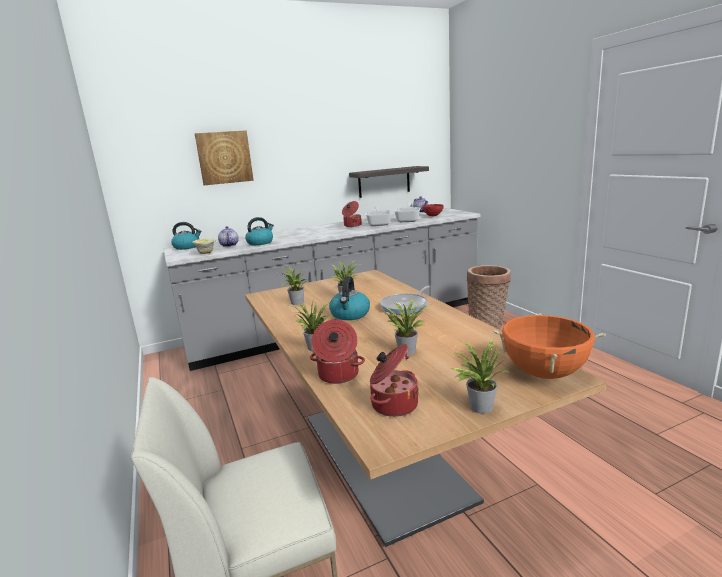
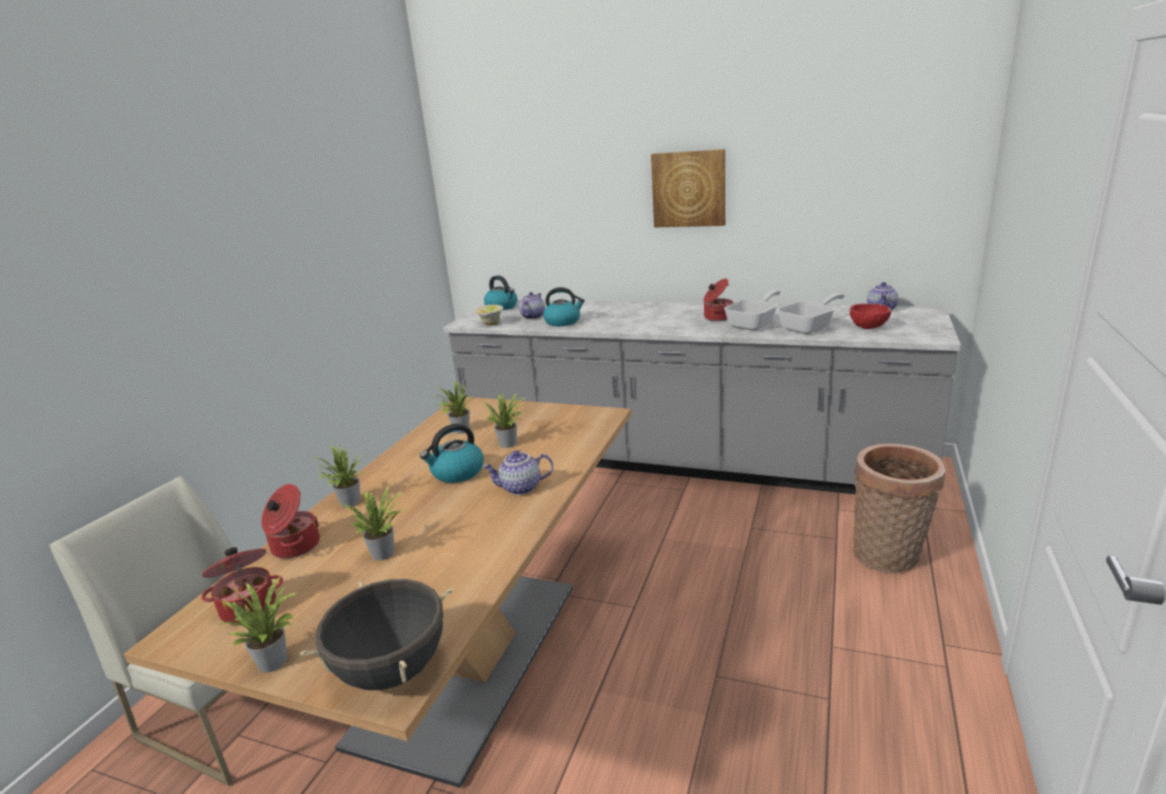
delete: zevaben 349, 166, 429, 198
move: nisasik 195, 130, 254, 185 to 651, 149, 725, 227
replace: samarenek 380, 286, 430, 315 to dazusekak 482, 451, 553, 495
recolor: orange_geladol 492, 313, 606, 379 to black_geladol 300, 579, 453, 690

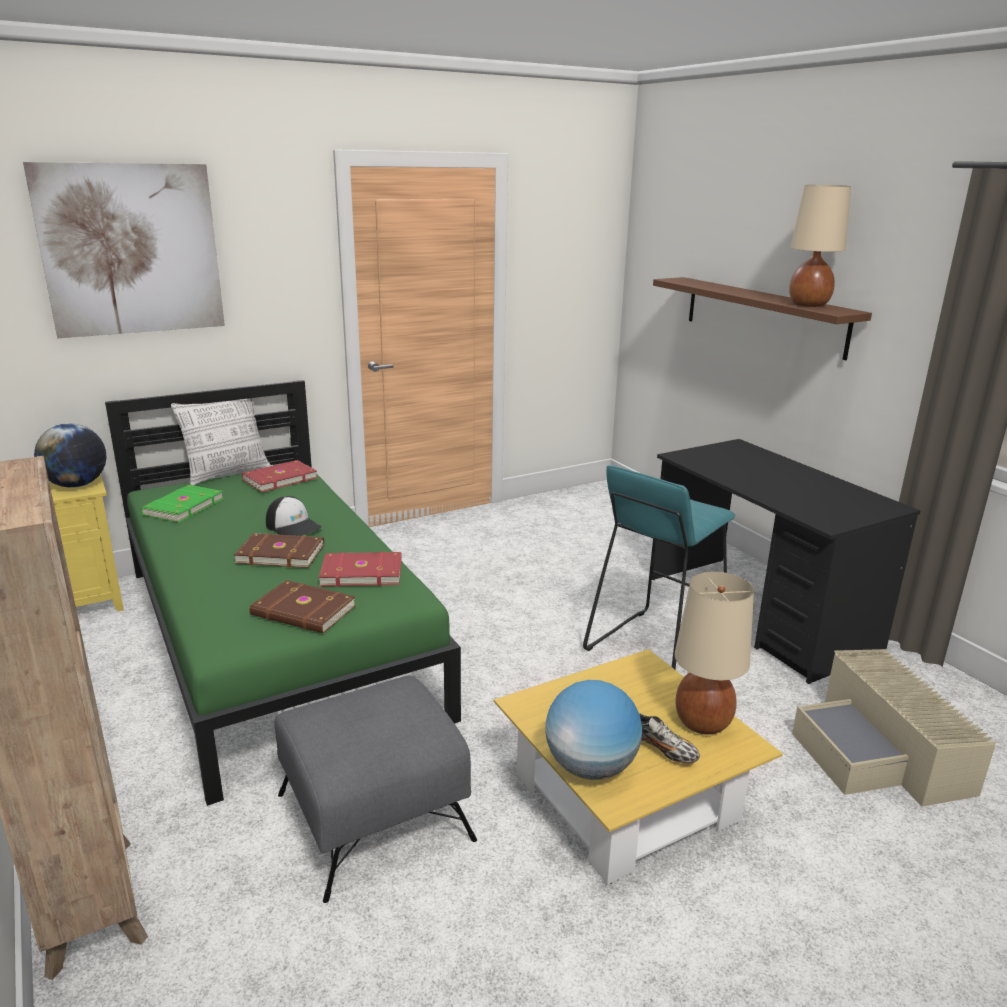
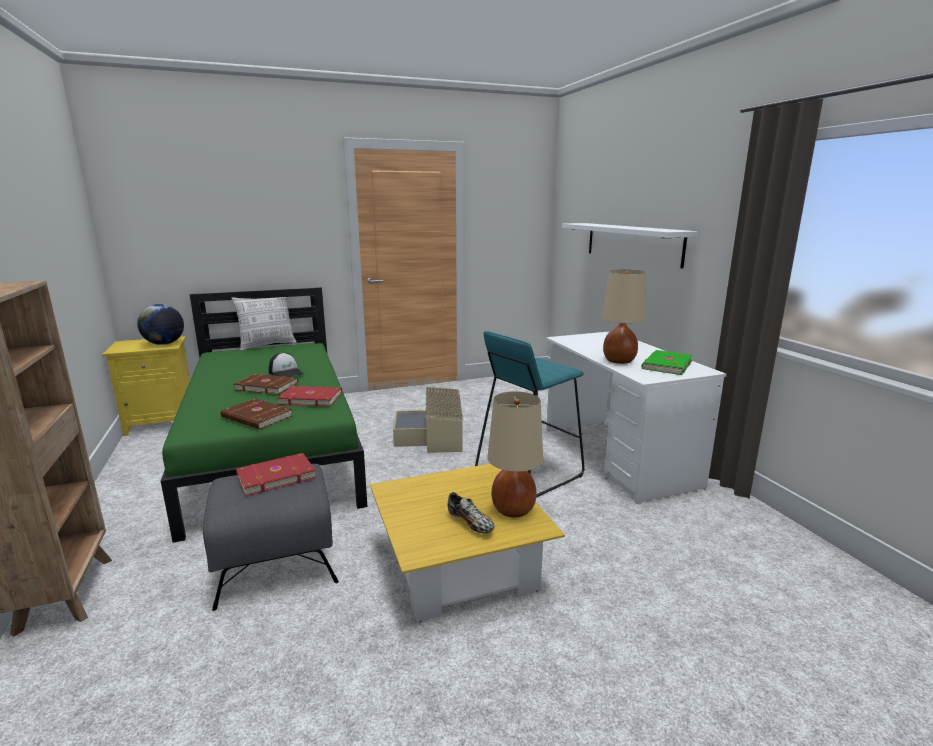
delete: nisasik 23, 162, 225, 338; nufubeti 546, 680, 642, 780
move: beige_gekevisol 789, 185, 851, 307 to 602, 270, 646, 364; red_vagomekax 242, 460, 318, 492 to 236, 453, 316, 496; green_vagomekax 140, 485, 224, 523 to 642, 350, 692, 375; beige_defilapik 792, 649, 998, 807 to 393, 387, 463, 453
recolor: brown_zevaben 653, 277, 872, 360 to white_zevaben 562, 223, 698, 269; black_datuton 652, 439, 921, 684 to white_datuton 546, 331, 727, 504

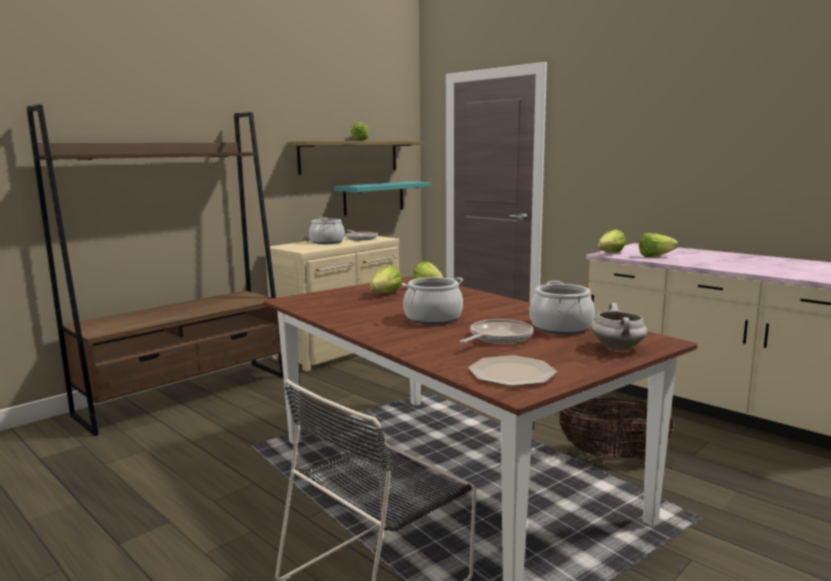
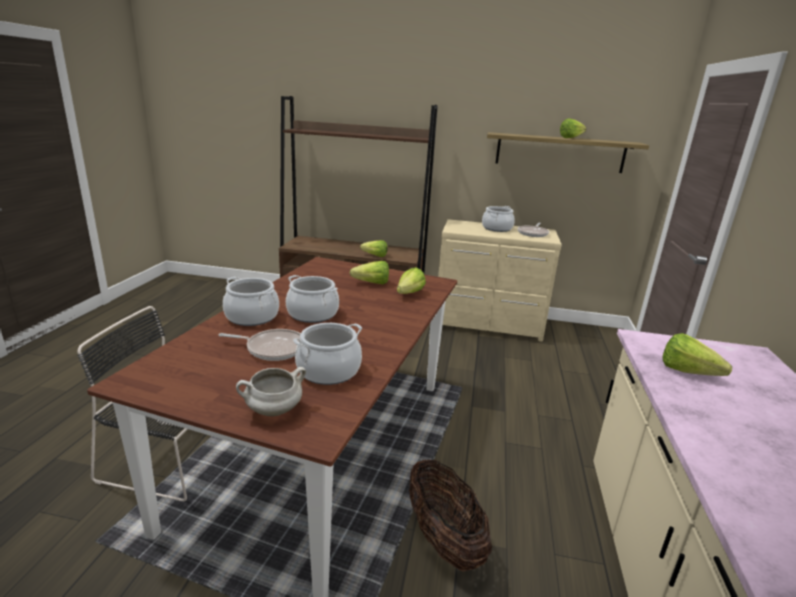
delete: turquoise_zevaben 334, 181, 431, 216; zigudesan 468, 355, 557, 386
insert: geladol 223, 277, 279, 326
move: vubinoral 598, 229, 626, 253 to 360, 240, 387, 257

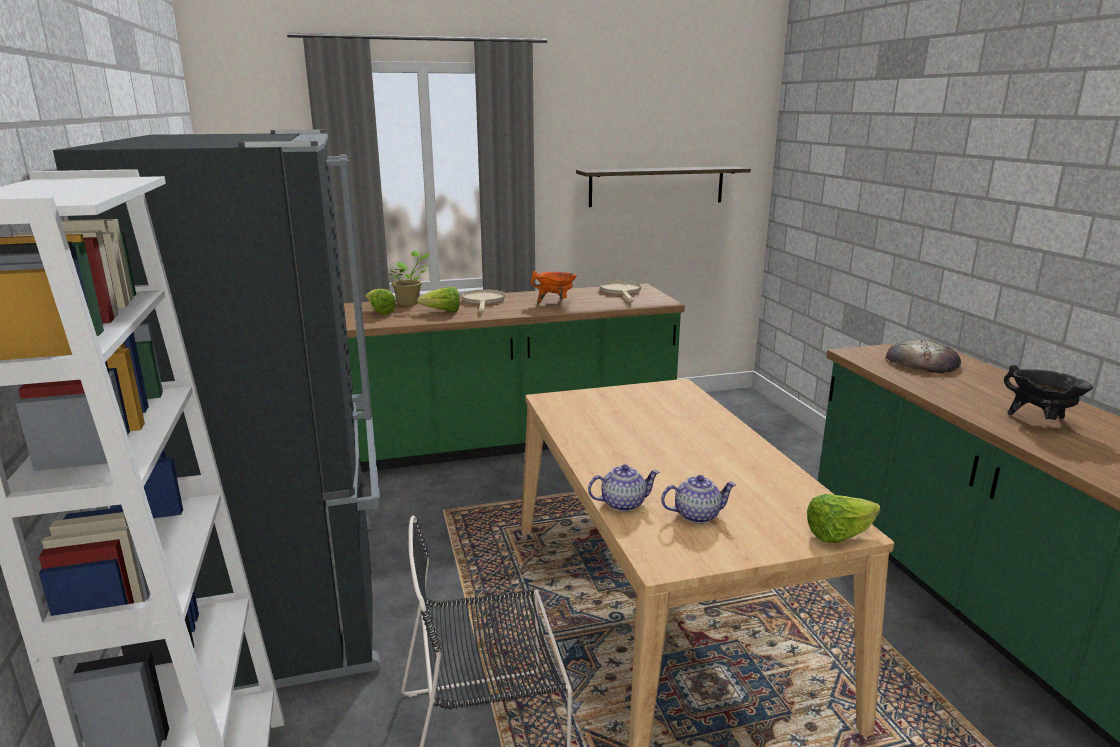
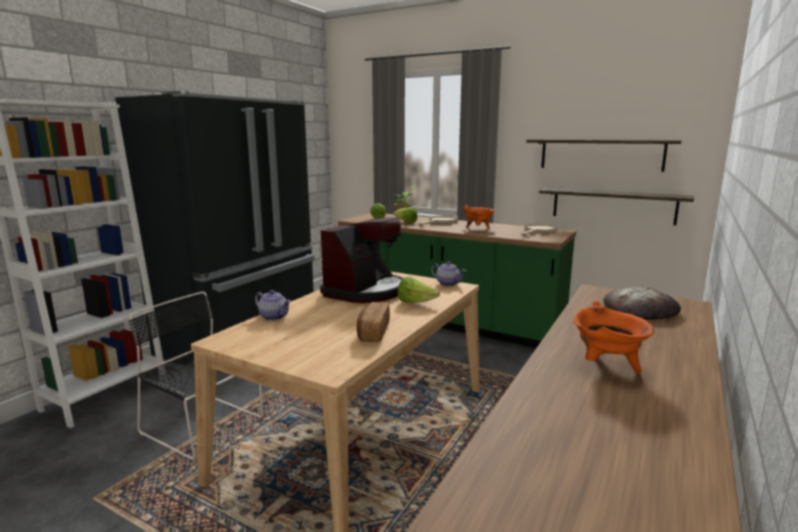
insert: zevaben 539, 188, 694, 225; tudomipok 320, 218, 403, 303; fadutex 356, 302, 390, 342
move: dazusekak 661, 475, 737, 524 to 431, 261, 466, 286; vubinoral 807, 494, 881, 543 to 398, 277, 440, 303
recolor: black_geladol 1004, 365, 1093, 420 to orange_geladol 574, 301, 655, 373

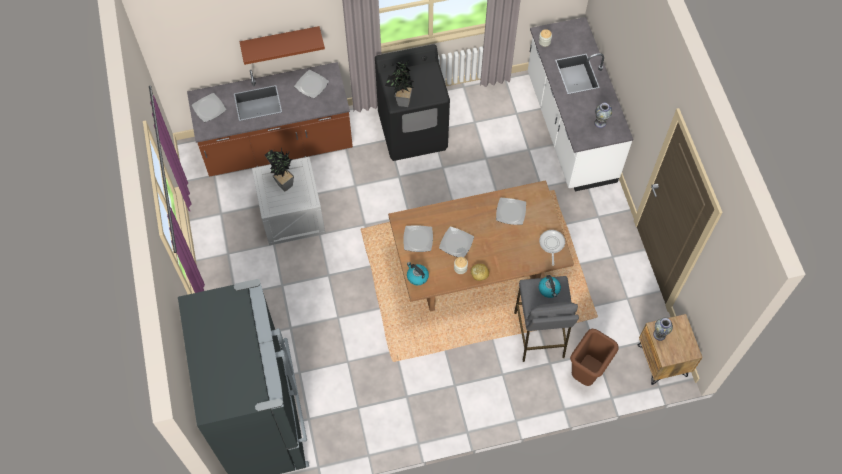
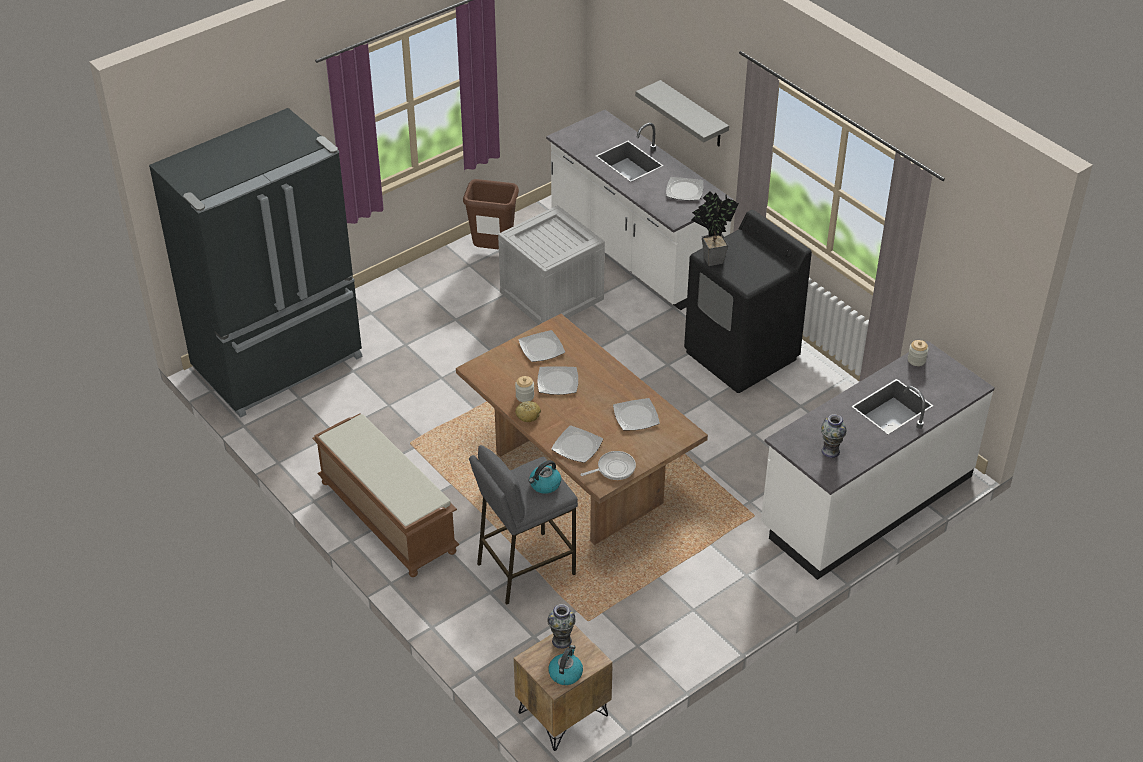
delete: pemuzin 265, 148, 294, 192
insert: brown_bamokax 312, 413, 459, 577
move: zigudesan 192, 93, 226, 122 to 551, 425, 603, 463; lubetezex 407, 262, 429, 285 to 548, 645, 583, 685; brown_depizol 570, 329, 619, 386 to 463, 179, 519, 250
recolor: brown_zevaben 239, 26, 325, 65 to grey_zevaben 635, 80, 729, 146; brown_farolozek 187, 62, 353, 177 to white_farolozek 546, 110, 734, 310

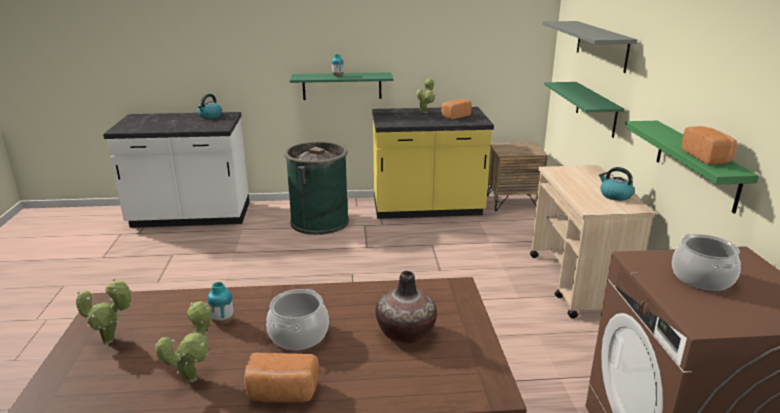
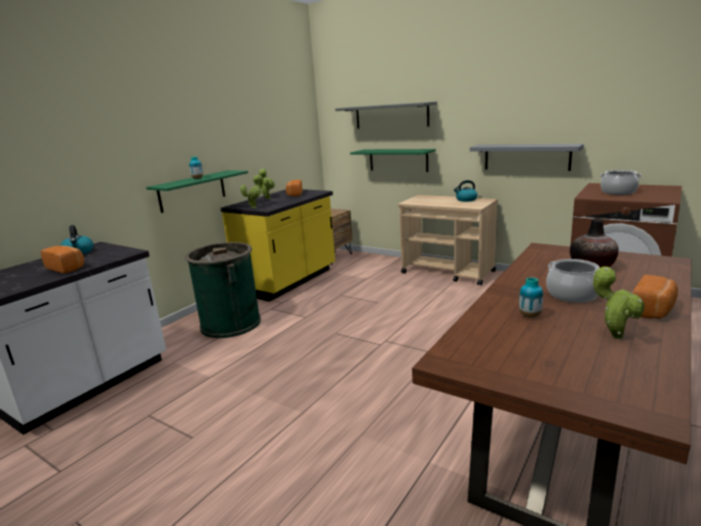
move: fadutex 681, 126, 738, 165 to 41, 246, 84, 273; pemuzin 76, 279, 132, 345 to 240, 175, 263, 208
recolor: green_zevaben 625, 121, 759, 214 to grey_zevaben 470, 144, 584, 171

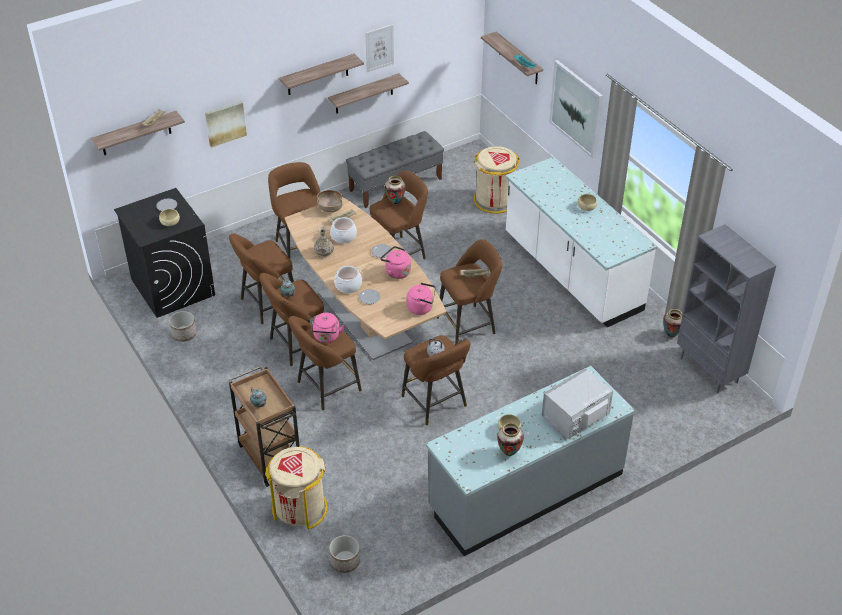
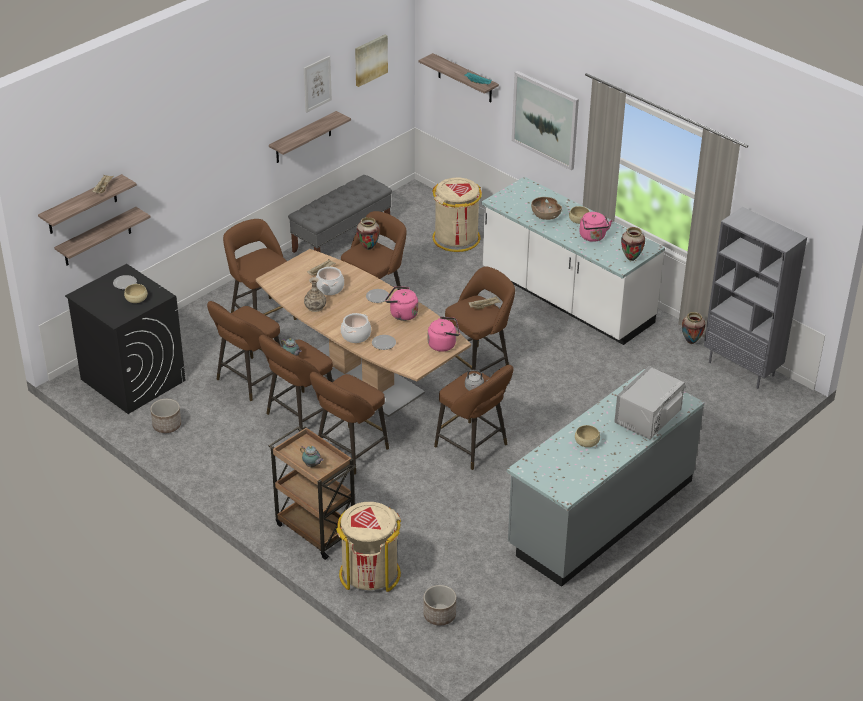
move: zevaben 279, 54, 364, 95 to 54, 207, 151, 266; nisasik 205, 101, 247, 148 to 355, 34, 388, 87; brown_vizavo 317, 190, 343, 212 to 531, 197, 562, 220; pink_lubetezex 311, 313, 345, 343 to 580, 212, 612, 242; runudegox 497, 423, 524, 456 to 621, 227, 645, 261

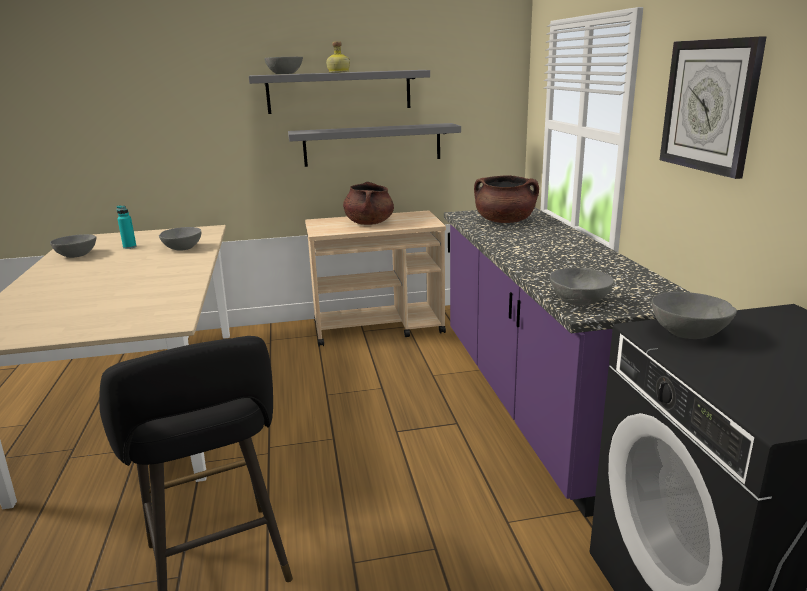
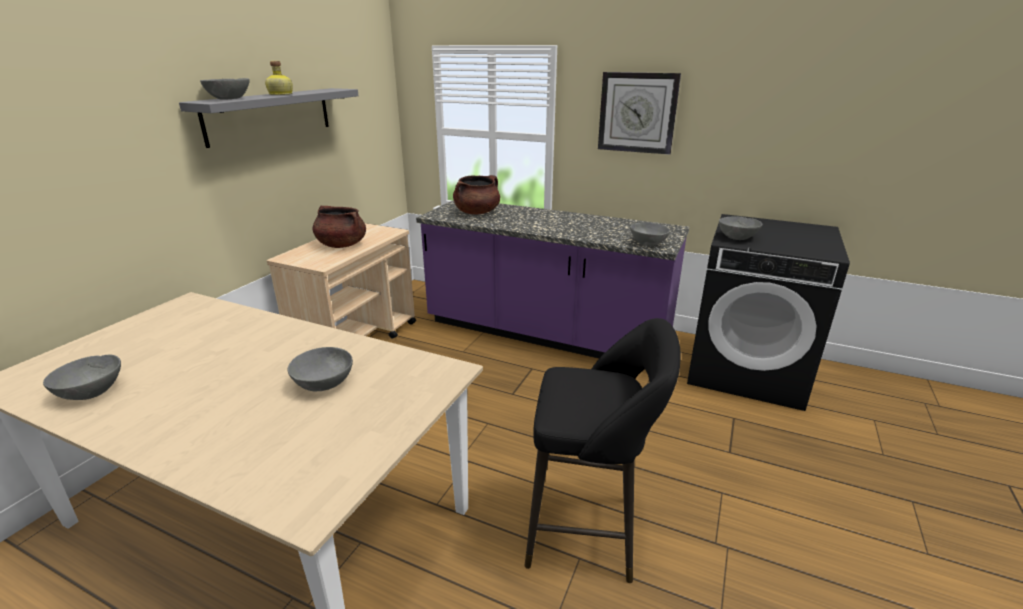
delete: grey_zevaben 288, 123, 461, 167; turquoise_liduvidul 116, 206, 136, 249
move: grey_vizavo 159, 227, 201, 251 to 288, 347, 353, 391

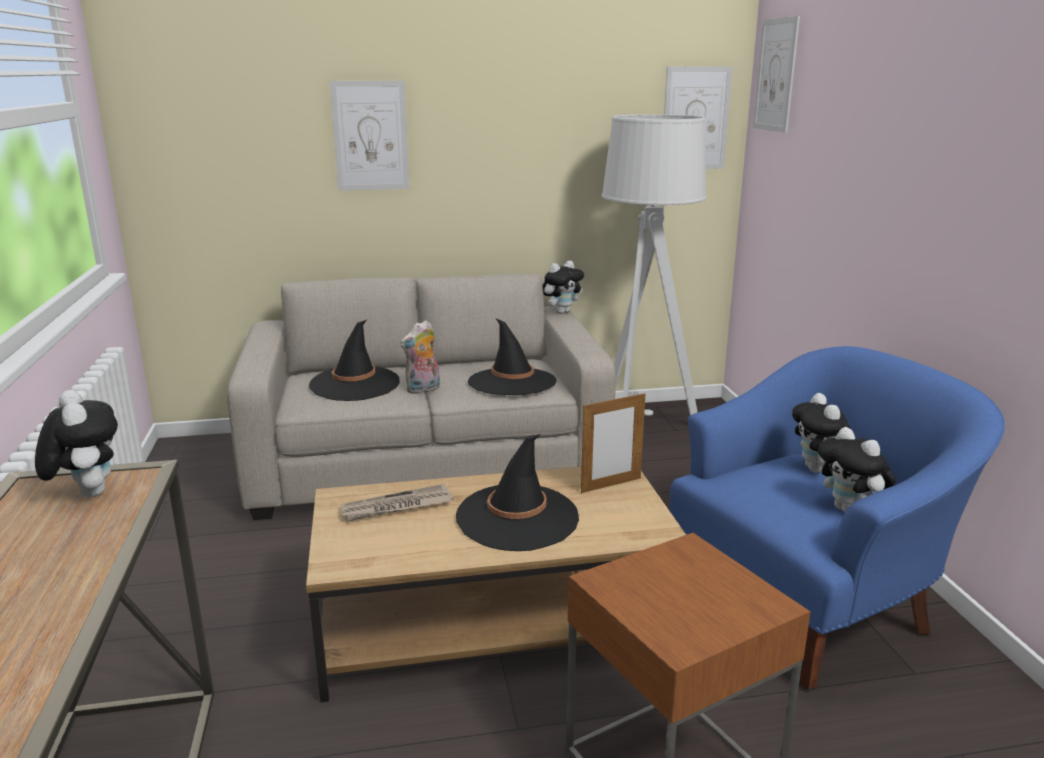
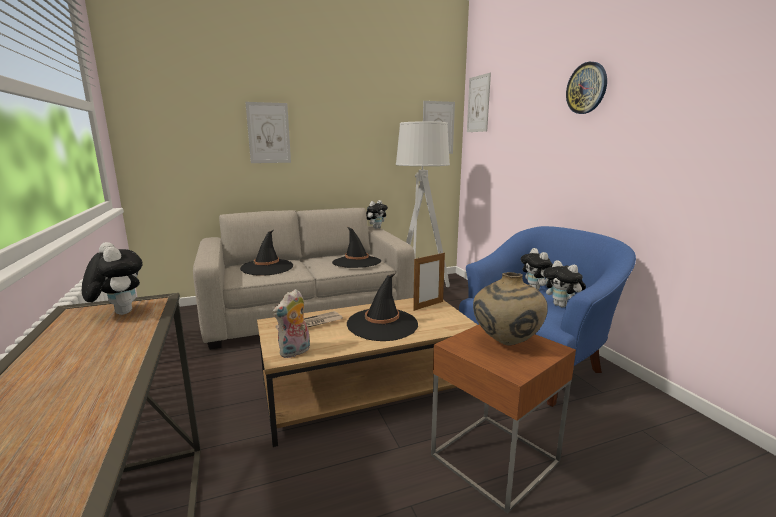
insert: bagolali 566, 62, 607, 114; beige_runudegox 473, 272, 548, 345
move: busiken 400, 320, 440, 395 to 273, 289, 310, 358

